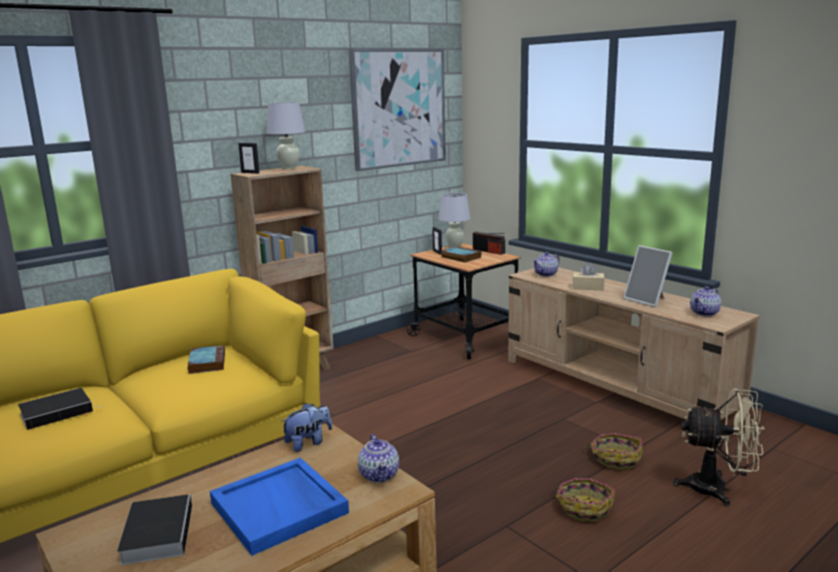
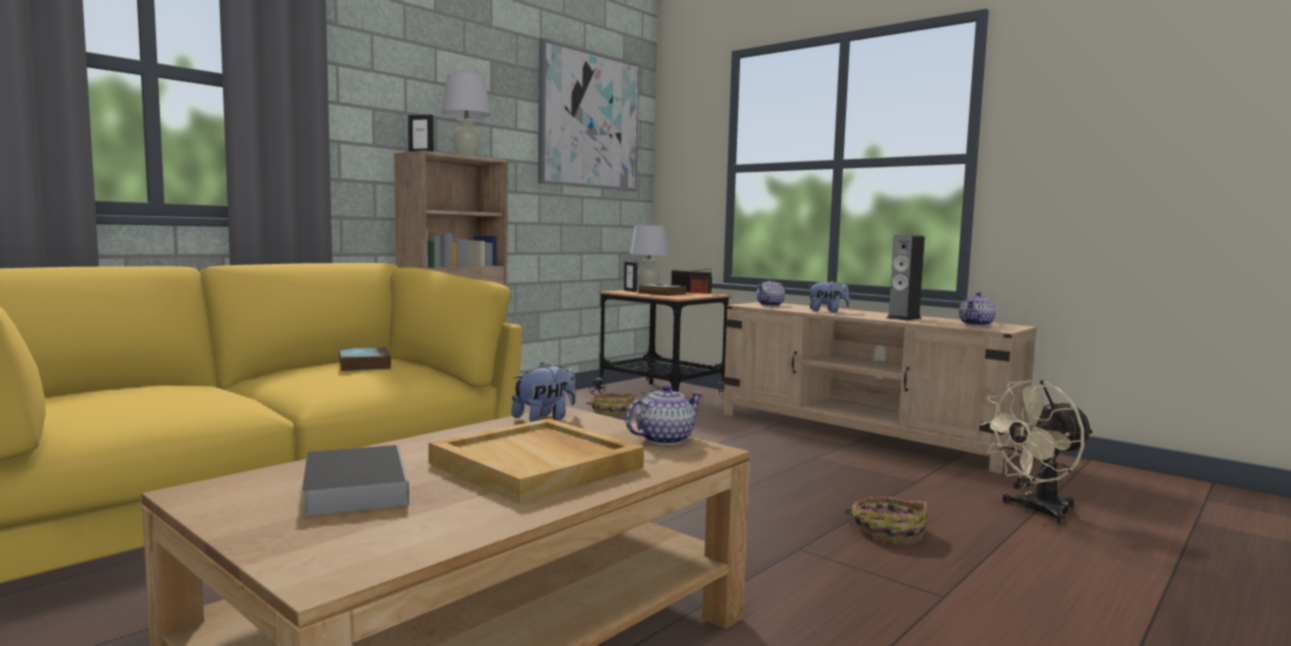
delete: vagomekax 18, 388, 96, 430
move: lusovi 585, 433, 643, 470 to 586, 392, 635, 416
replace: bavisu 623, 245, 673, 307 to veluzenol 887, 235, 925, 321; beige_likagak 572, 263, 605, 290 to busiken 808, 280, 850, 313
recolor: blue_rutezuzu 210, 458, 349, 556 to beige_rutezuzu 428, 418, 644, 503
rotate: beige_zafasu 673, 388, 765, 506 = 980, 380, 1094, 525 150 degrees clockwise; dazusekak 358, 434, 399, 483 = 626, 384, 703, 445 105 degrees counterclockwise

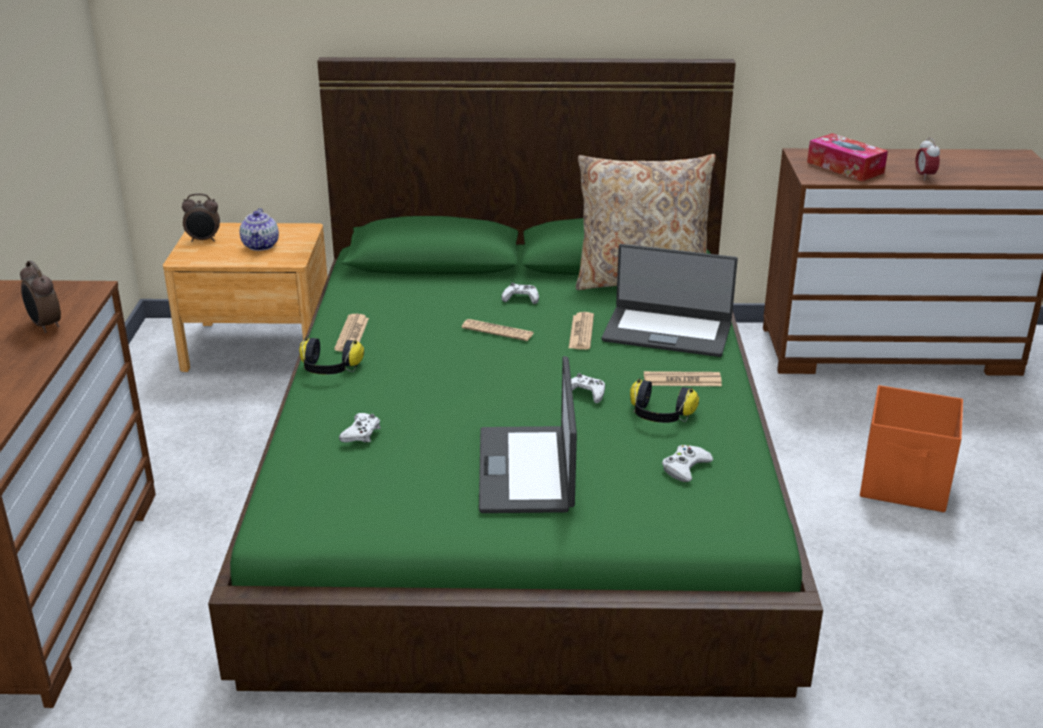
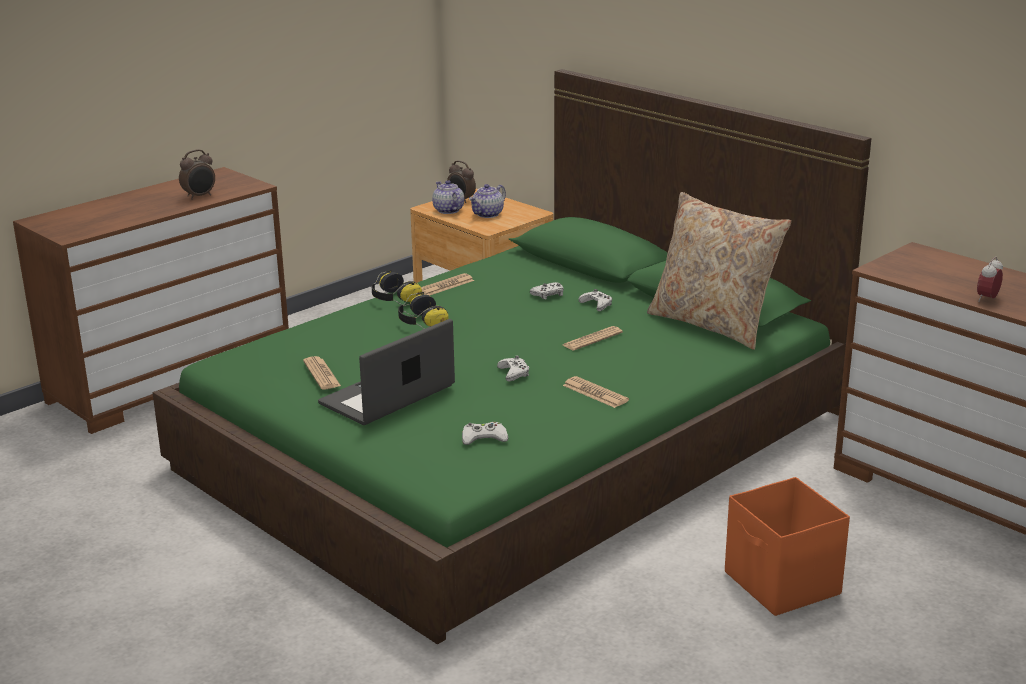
delete: likagak 807, 133, 888, 181; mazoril 602, 244, 738, 357
insert: dazusekak 432, 180, 464, 214
move: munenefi 461, 319, 534, 341 to 303, 356, 341, 389; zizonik 630, 378, 699, 423 to 398, 292, 448, 329; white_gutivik 339, 413, 381, 443 to 530, 282, 564, 300
rotate: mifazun 20, 260, 61, 333 = 179, 149, 215, 200 135 degrees counterclockwise

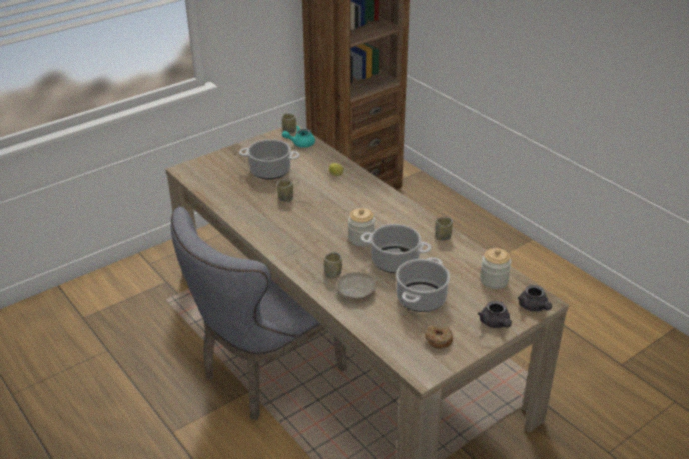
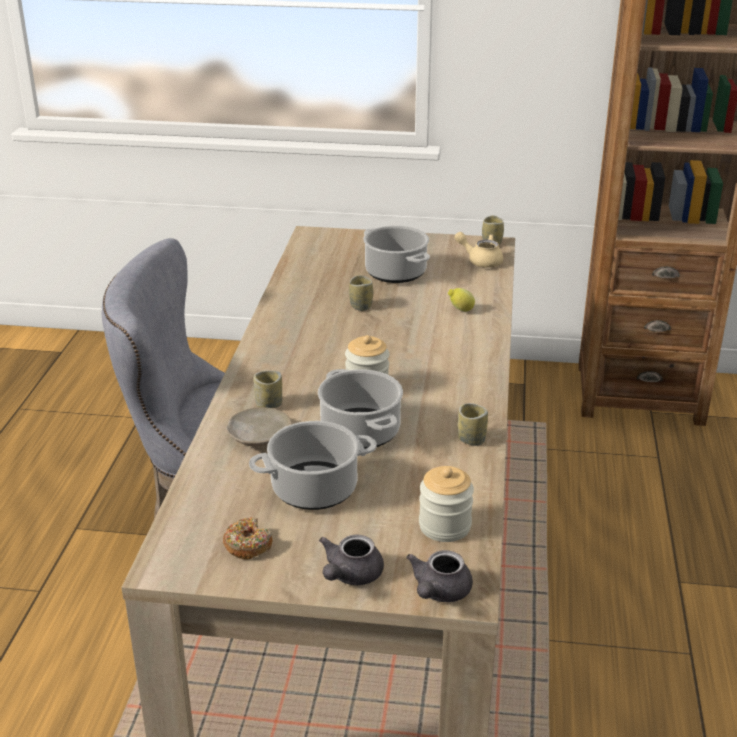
recolor: turquoise_dazusekak 282, 125, 315, 148 to beige_dazusekak 454, 232, 503, 268

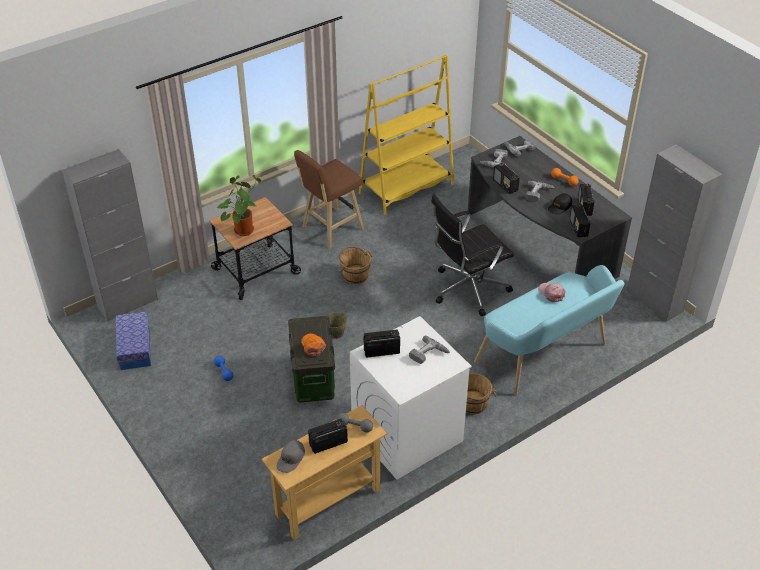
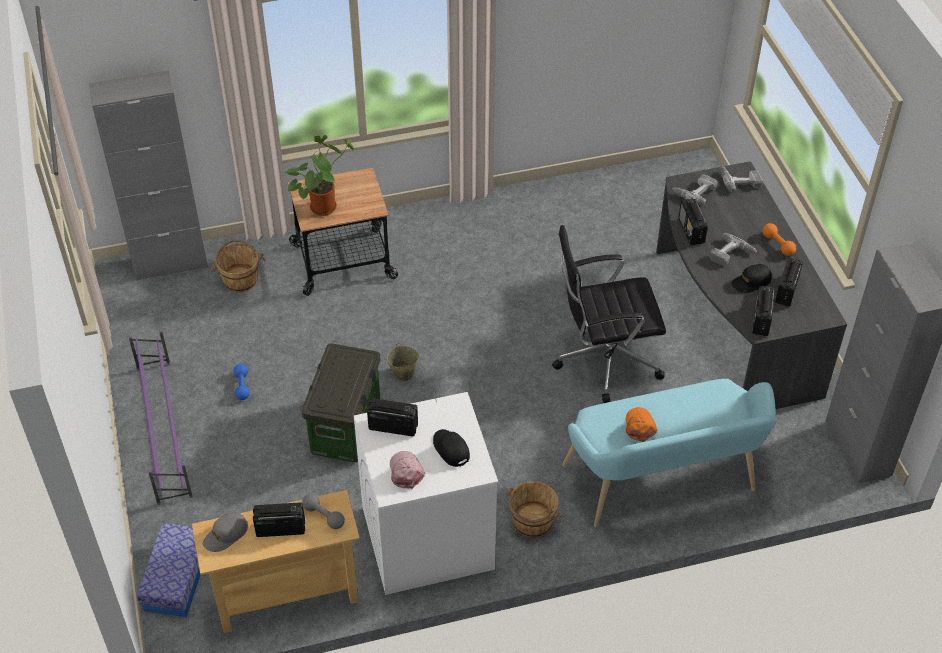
delete: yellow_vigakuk 359, 55, 454, 215; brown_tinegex 294, 150, 364, 248
insert: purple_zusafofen 128, 329, 193, 505
move: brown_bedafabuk 339, 246, 373, 284 to 211, 239, 266, 292; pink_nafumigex 538, 283, 566, 302 to 390, 451, 425, 489; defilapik 116, 311, 151, 370 to 137, 523, 200, 617; orange_nafumigex 301, 333, 326, 356 to 626, 407, 658, 442
replace: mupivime 409, 335, 450, 364 to black_nafumigex 433, 429, 470, 467

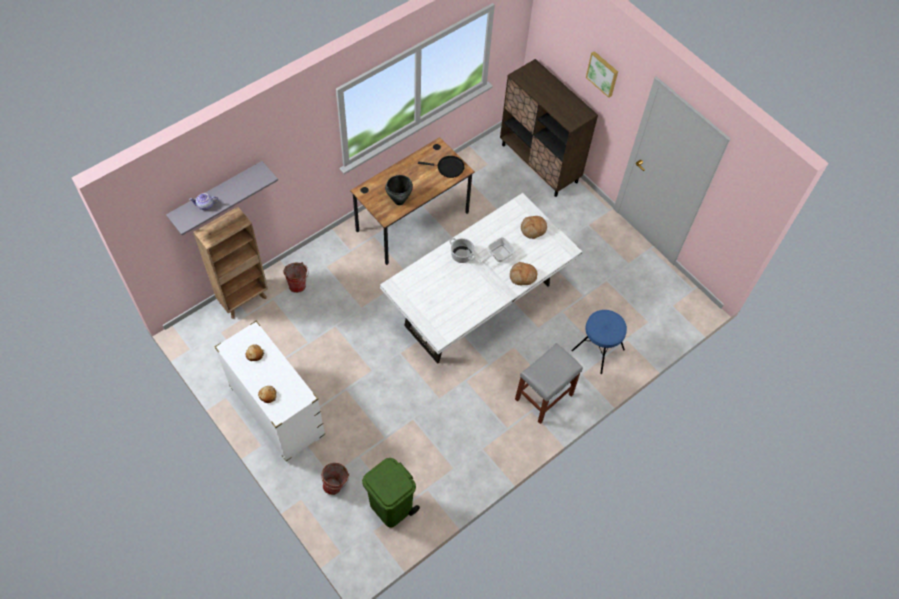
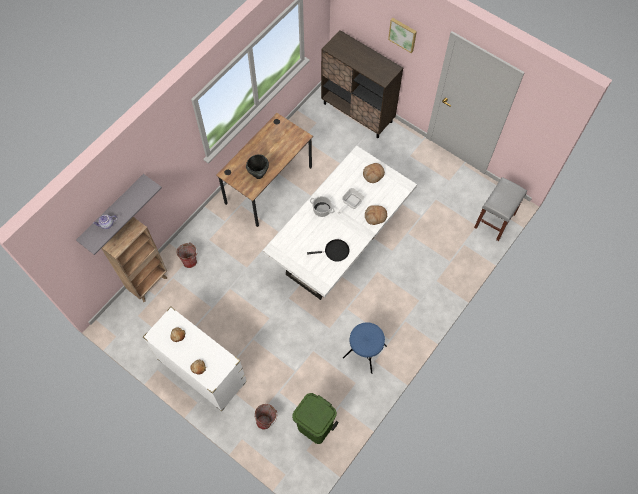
move: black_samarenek 418, 156, 464, 178 to 307, 239, 349, 262; blue_tinegex 571, 310, 627, 374 to 343, 322, 387, 374; grey_tinegex 515, 343, 583, 424 to 474, 177, 527, 241

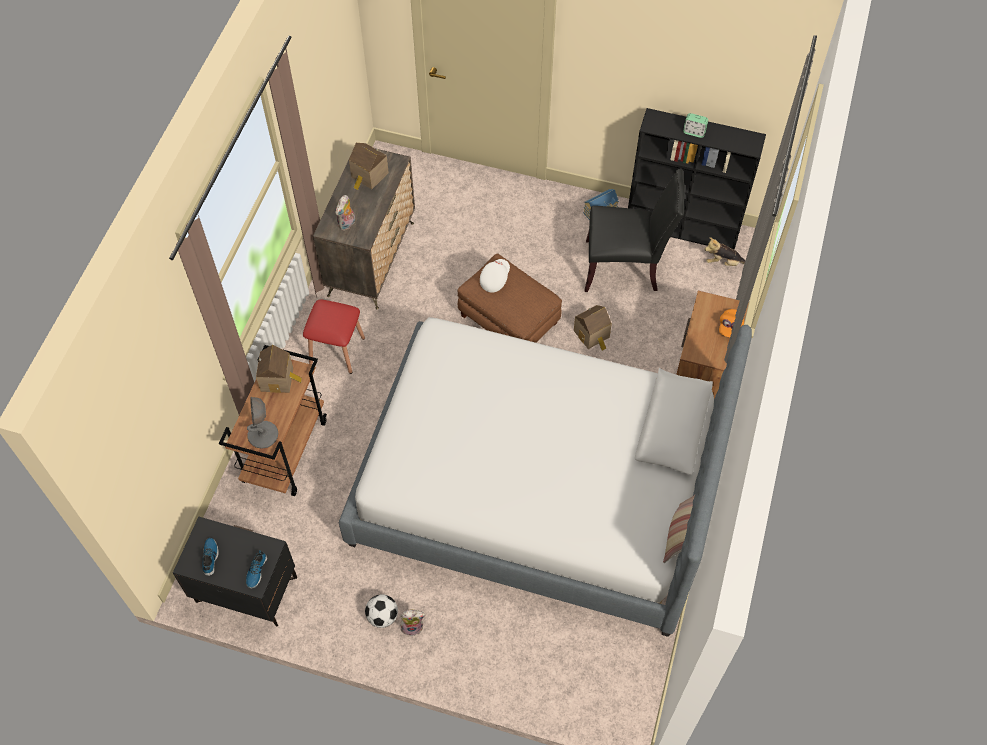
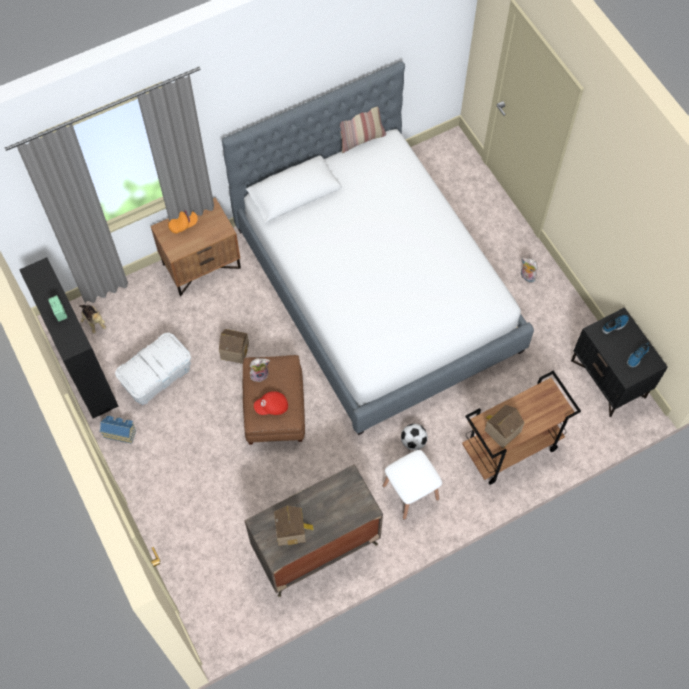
delete: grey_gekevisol 247, 397, 278, 449
move: busiken 335, 195, 355, 231 to 250, 358, 270, 382; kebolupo 365, 594, 398, 628 to 401, 424, 428, 450
replace: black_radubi 584, 169, 685, 292 to white_defilapik 115, 332, 191, 405
recolor: white_nafumigex 480, 259, 510, 293 to red_nafumigex 254, 391, 288, 415; red_tinegex 303, 300, 365, 374 to white_tinegex 383, 450, 442, 520

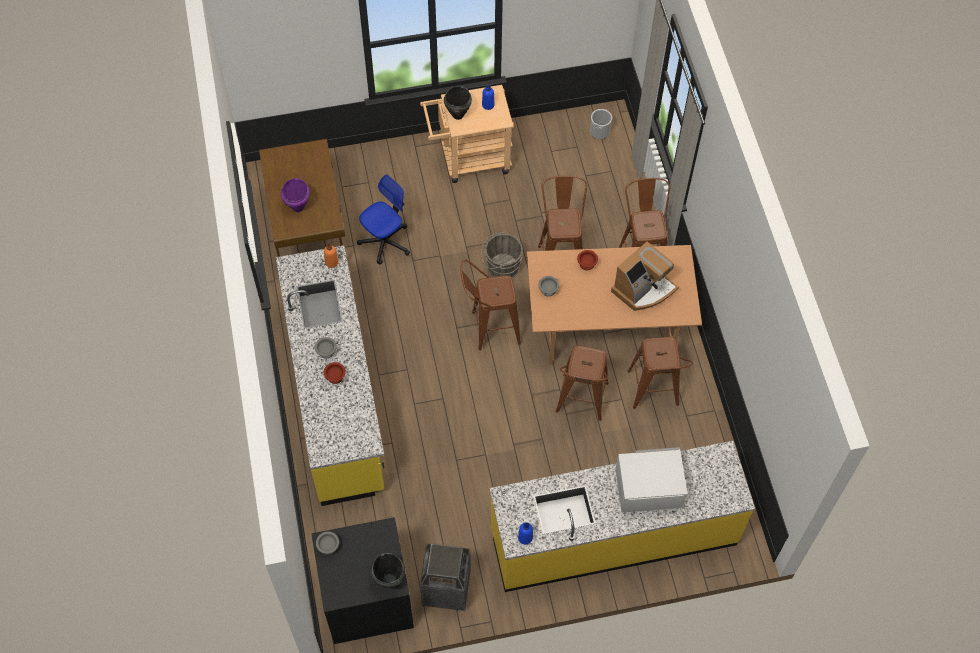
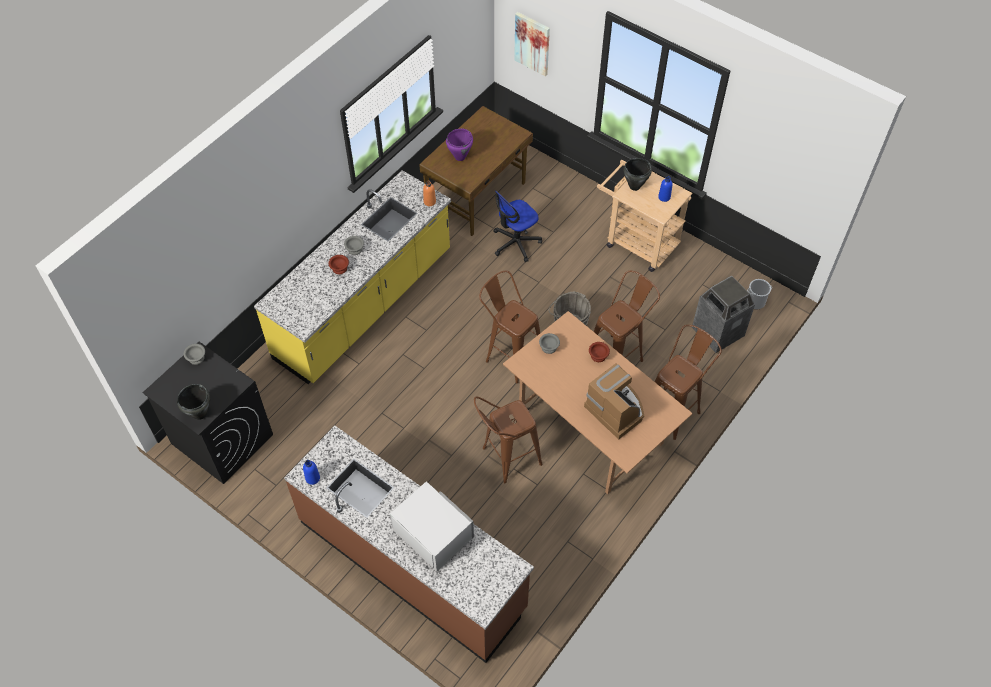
delete: brown_tinegex 627, 337, 693, 409
insert: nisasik 514, 12, 550, 76
move: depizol 420, 543, 471, 611 to 692, 276, 755, 353
recolor: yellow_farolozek 490, 441, 755, 592 to brown_farolozek 284, 426, 534, 663
rotate: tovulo 357, 174, 410, 265 = 493, 190, 542, 262 135 degrees clockwise; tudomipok 611, 242, 679, 311 = 584, 363, 644, 440 135 degrees counterclockwise

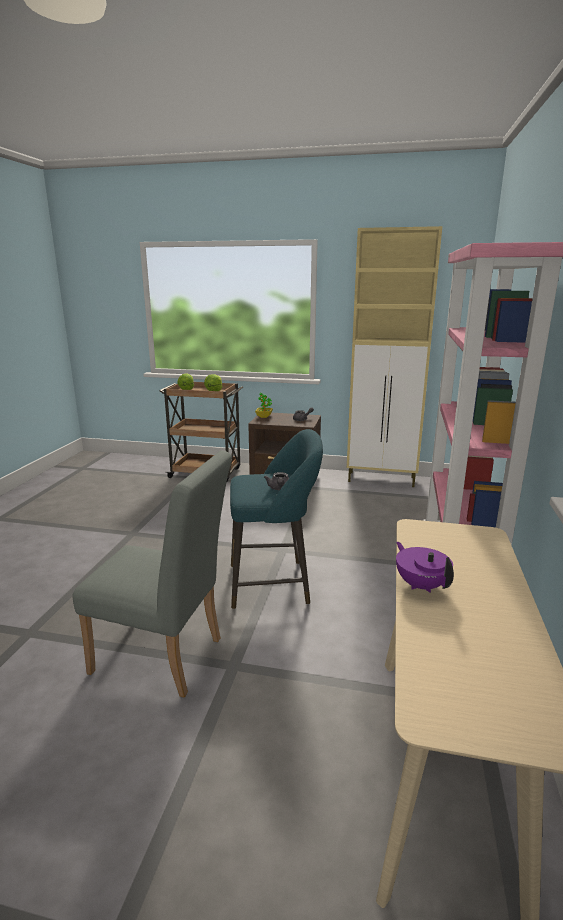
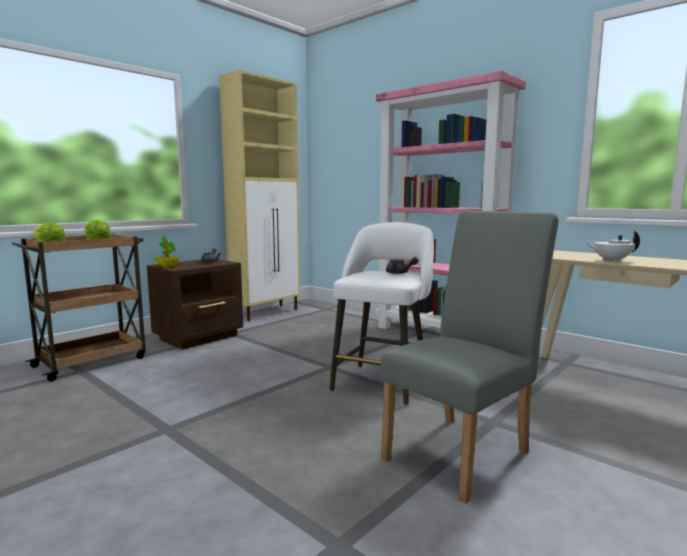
recolor: turquoise_tinegex 230, 429, 323, 609 to white_tinegex 329, 222, 434, 405; purple_dazusekak 396, 542, 454, 593 to white_dazusekak 586, 231, 640, 262

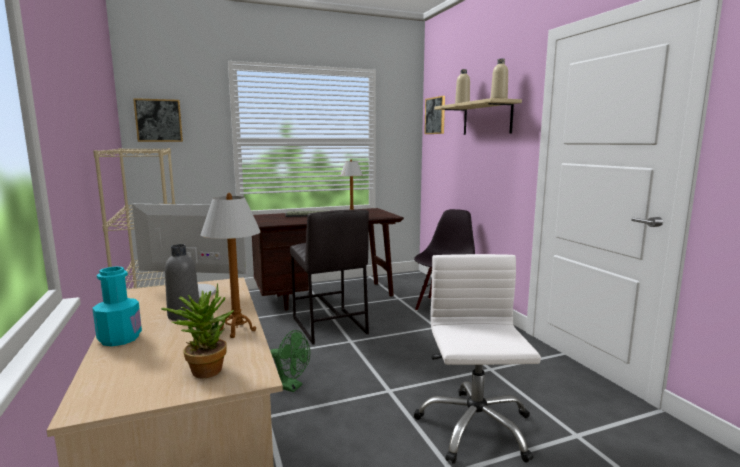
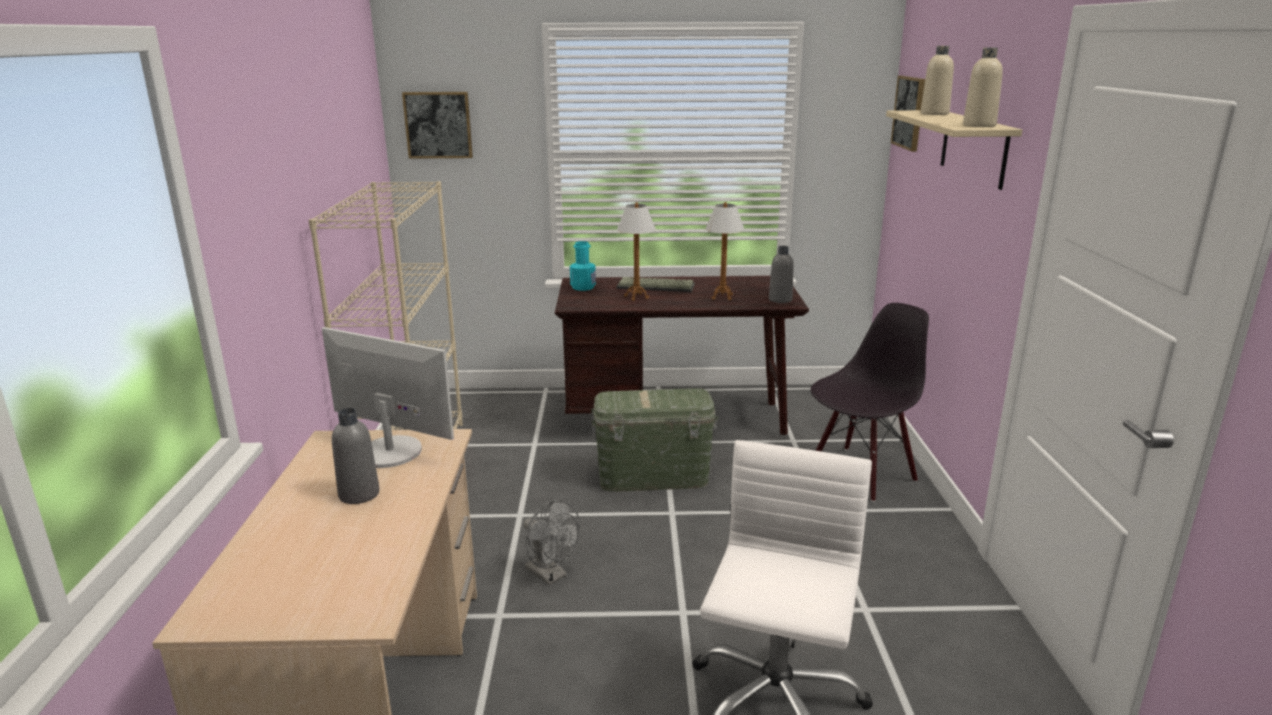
delete: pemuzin 161, 283, 234, 378
insert: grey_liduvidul 769, 246, 794, 303
move: gekevisol 201, 193, 261, 338 to 617, 202, 656, 301; turquoise_liduvidul 92, 266, 142, 346 to 570, 241, 596, 291
replace: grey_tinegex 290, 210, 369, 345 to green_defilapik 591, 388, 718, 492
recolor: green_zafasu 270, 330, 310, 392 to grey_zafasu 523, 500, 580, 585

